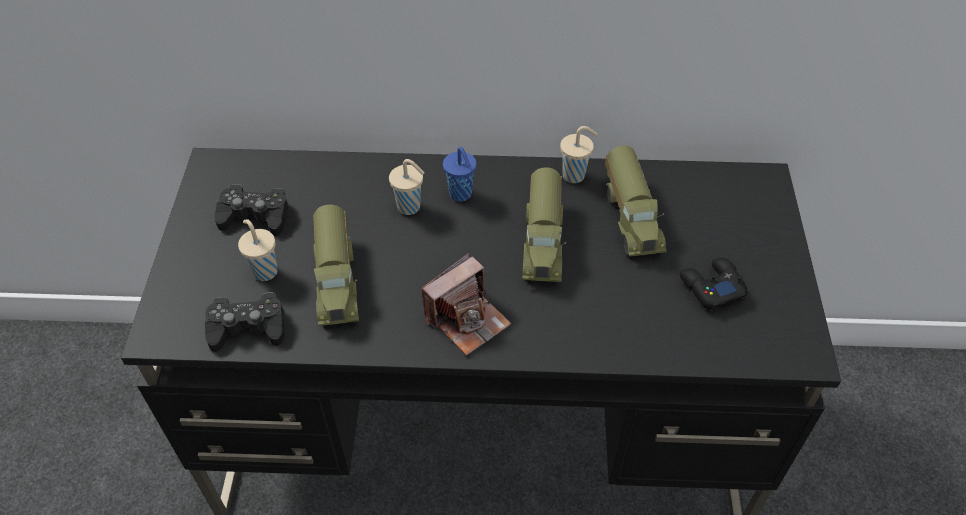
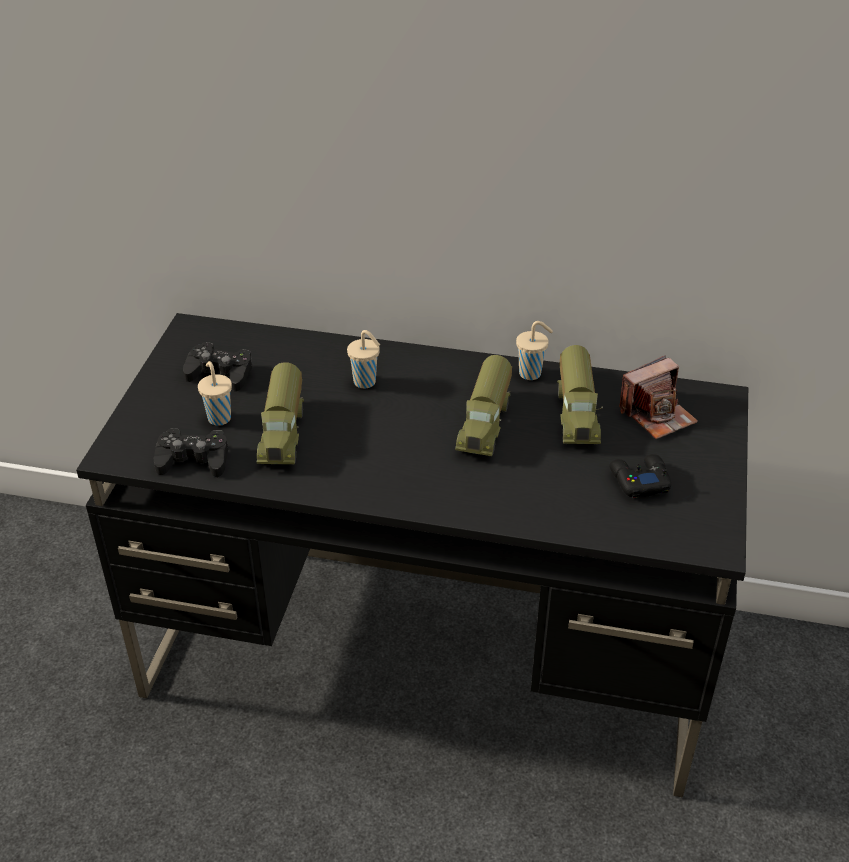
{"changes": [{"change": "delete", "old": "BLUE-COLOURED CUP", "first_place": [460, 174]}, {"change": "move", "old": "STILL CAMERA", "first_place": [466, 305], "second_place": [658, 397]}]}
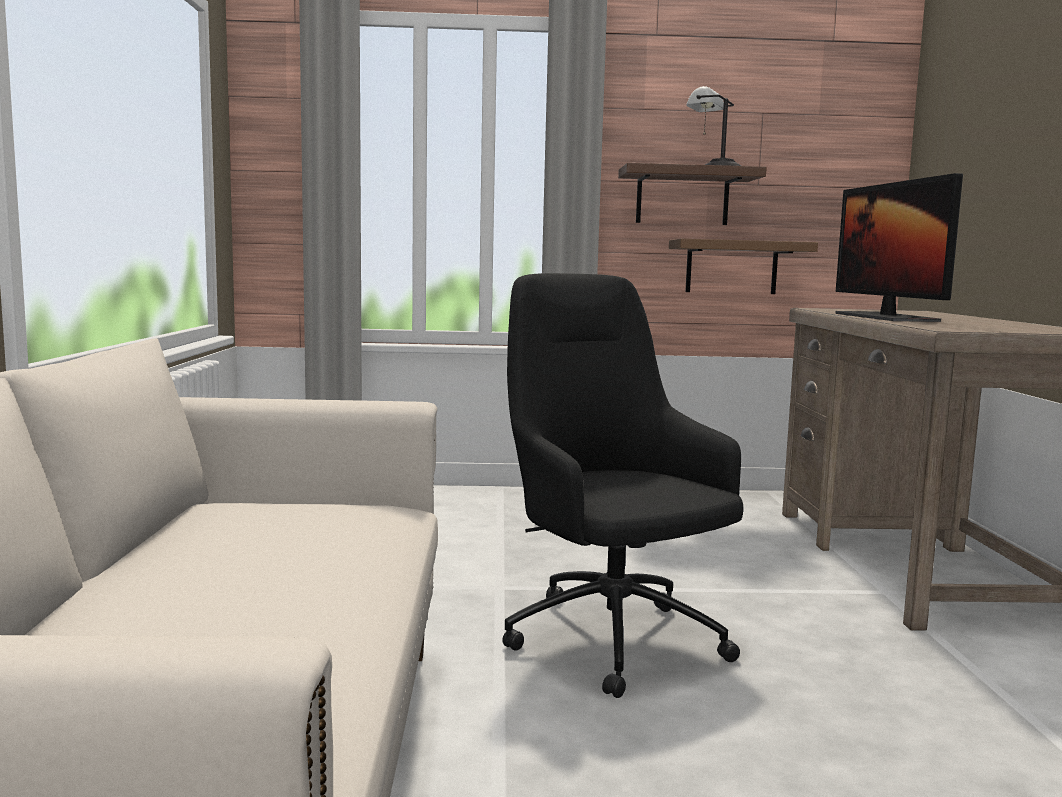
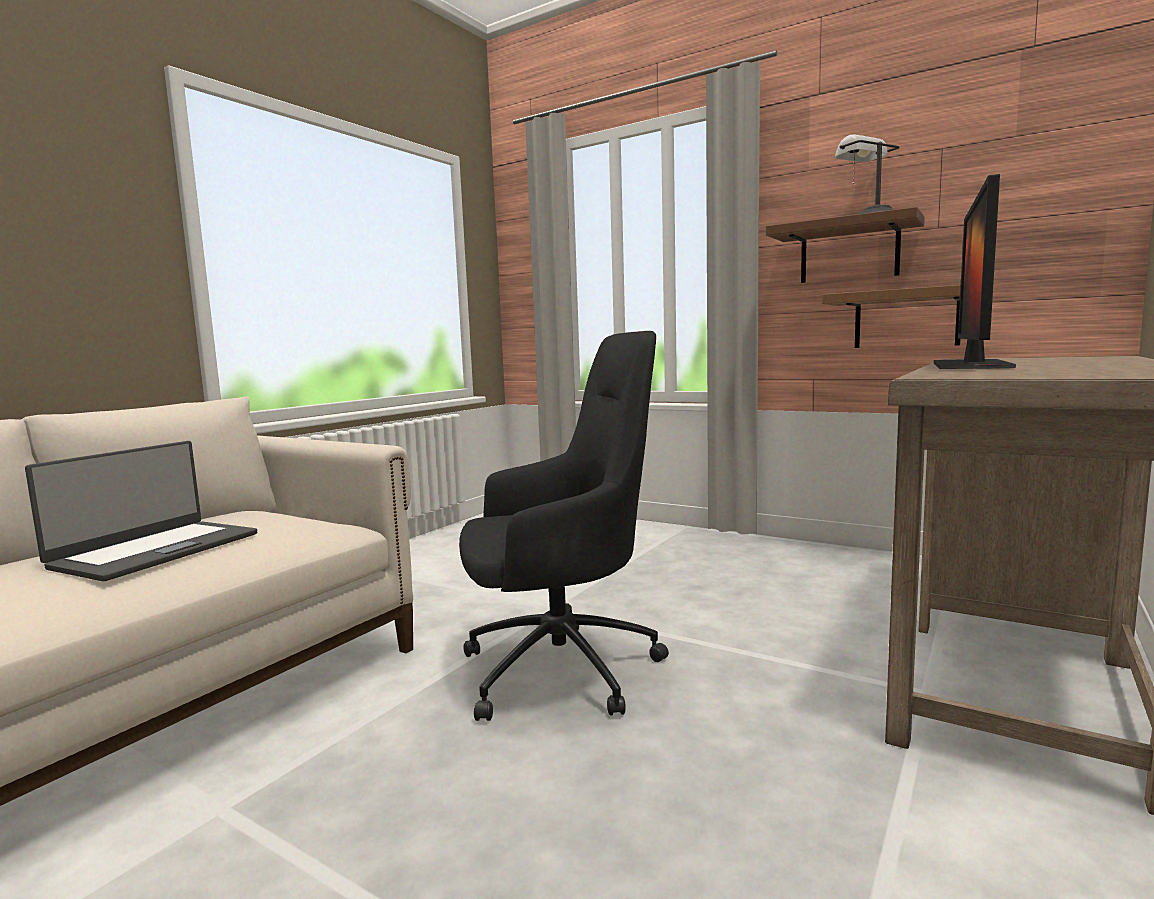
{"changes": [{"change": "insert", "new": "LAPTOP", "second_place": [141, 511]}, {"change": "rotate", "old": "BLACK OFFICE CHAIR", "first_place": [622, 485], "second_place": [564, 526], "degrees": 75}]}
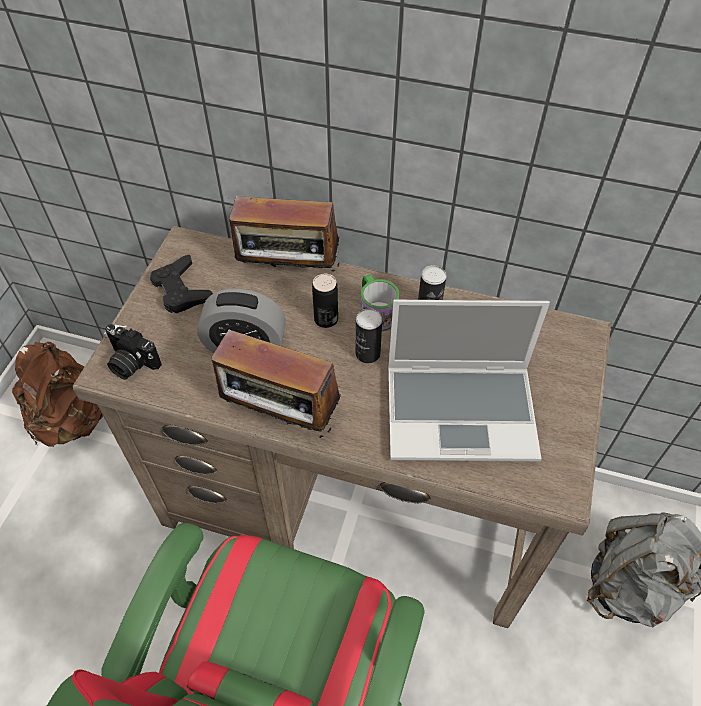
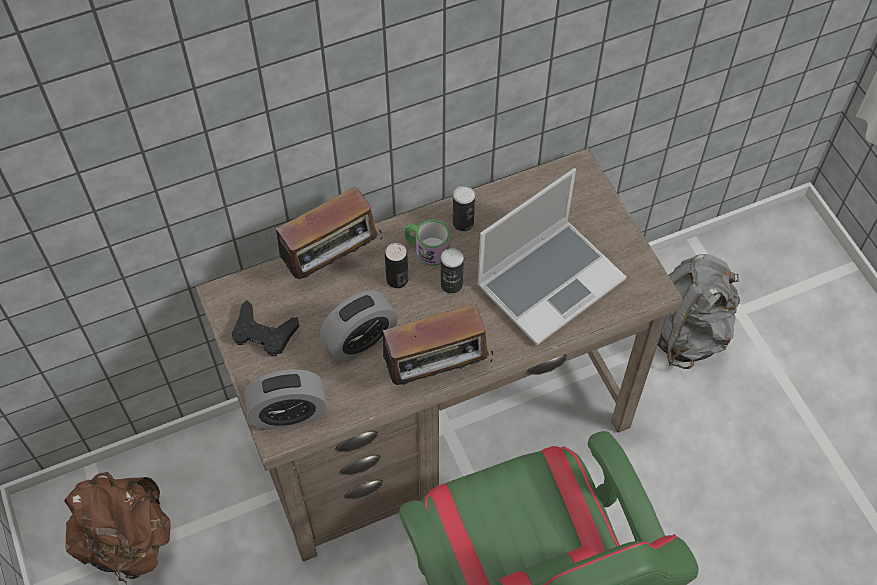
{"changes": [{"change": "replace", "old": "STILL CAMERA", "new": "TABLE CLOCK", "first_place": [133, 352], "second_place": [286, 399]}]}
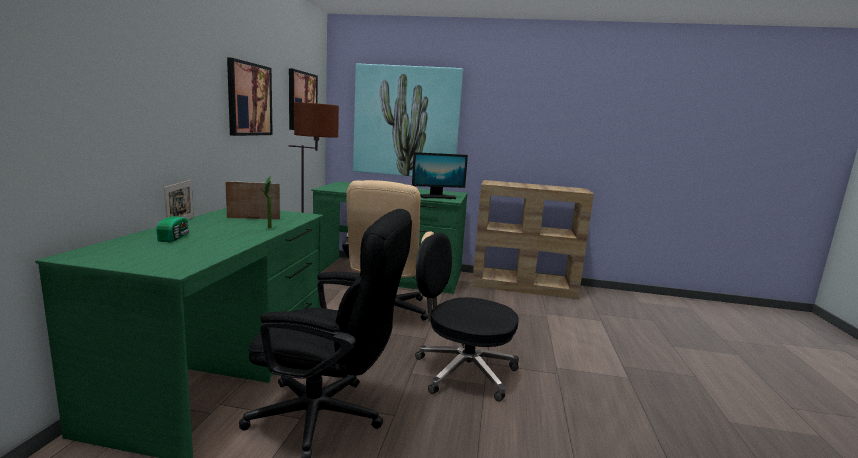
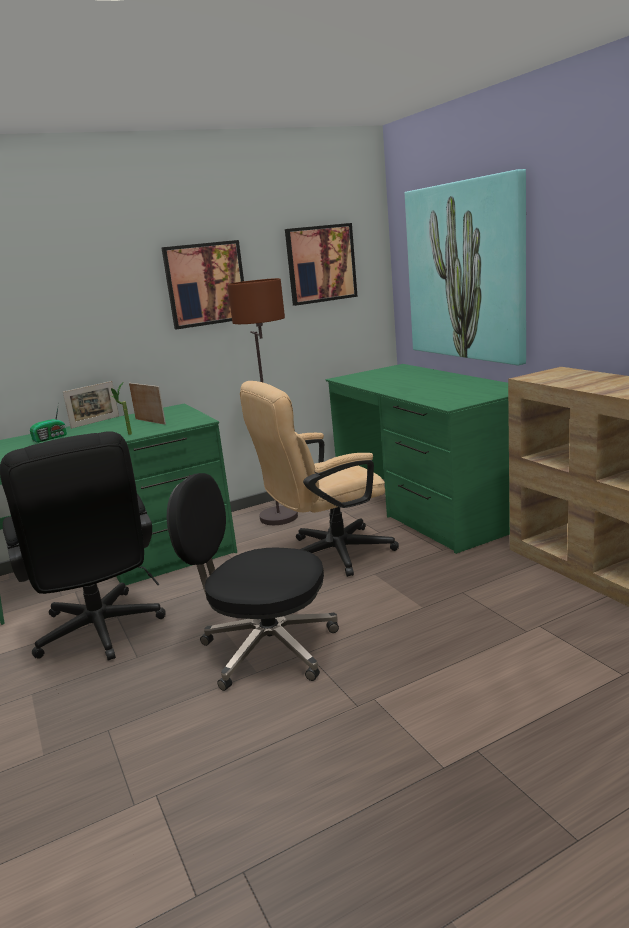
{"changes": [{"change": "delete", "old": "COMPUTER SCREEN", "first_place": [440, 175]}, {"change": "rotate", "old": "BLACK OFFICE CHAIR", "first_place": [467, 317], "second_place": [253, 582], "degrees": -60}]}
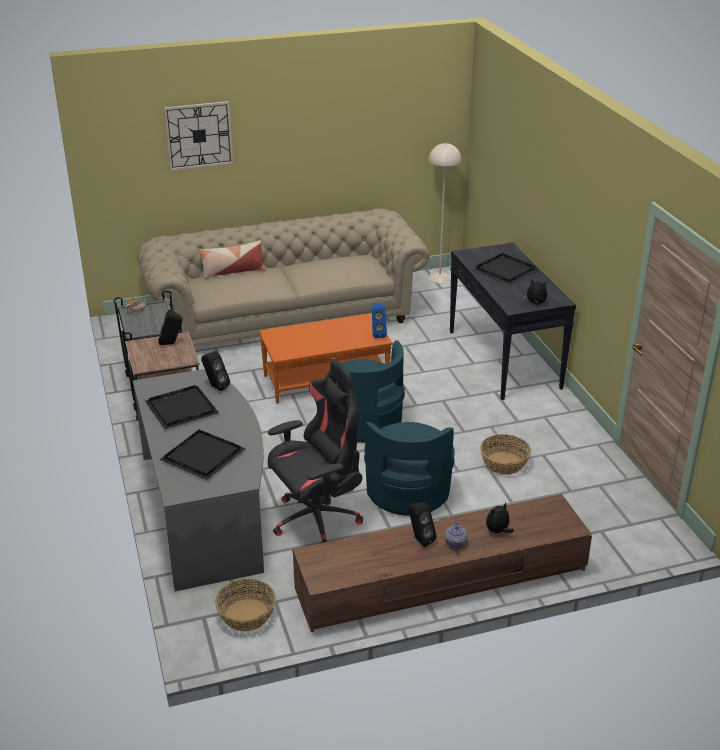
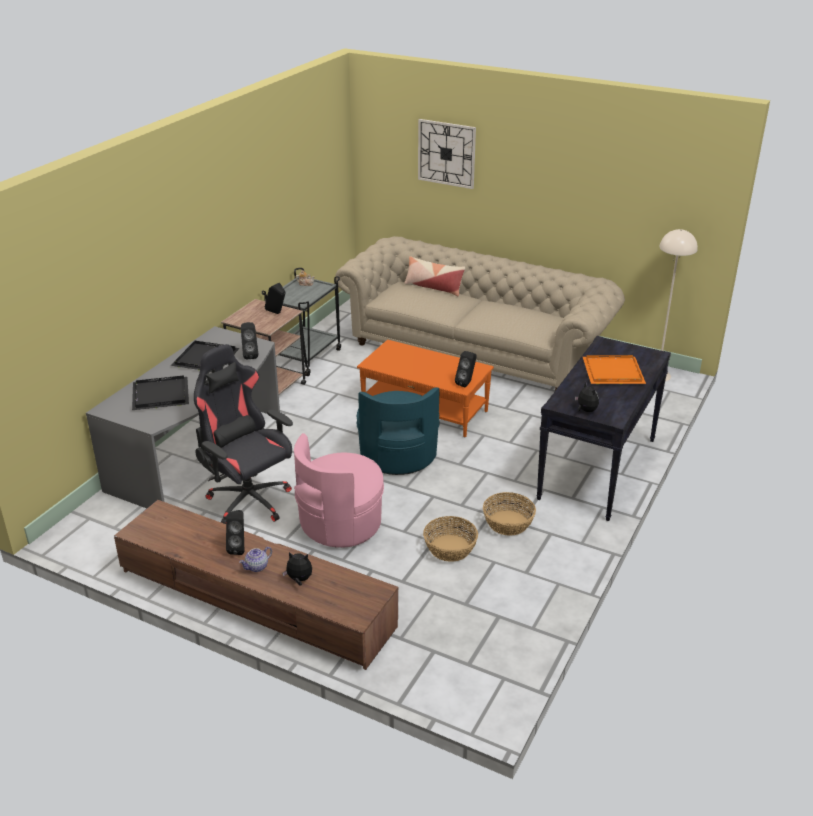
{"changes": [{"change": "move", "old": "STORAGE BASKET", "first_place": [245, 605], "second_place": [509, 514]}, {"change": "recolor", "old": "TURQUOISE EASY CHAIR", "new": "PINKISH EASY CHAIR", "first_place": [409, 469], "second_place": [339, 490]}, {"change": "recolor", "old": "BLUE-COLOURED SPEAKER", "new": "BLACK SPEAKER", "first_place": [379, 320], "second_place": [466, 369]}, {"change": "recolor", "old": "BLACK CARRYING TRAY", "new": "ORANGE CARRYING TRAY", "first_place": [505, 268], "second_place": [614, 369]}, {"change": "rotate", "old": "BLACK OFFICE CHAIR", "first_place": [315, 451], "second_place": [243, 434], "degrees": -150}]}
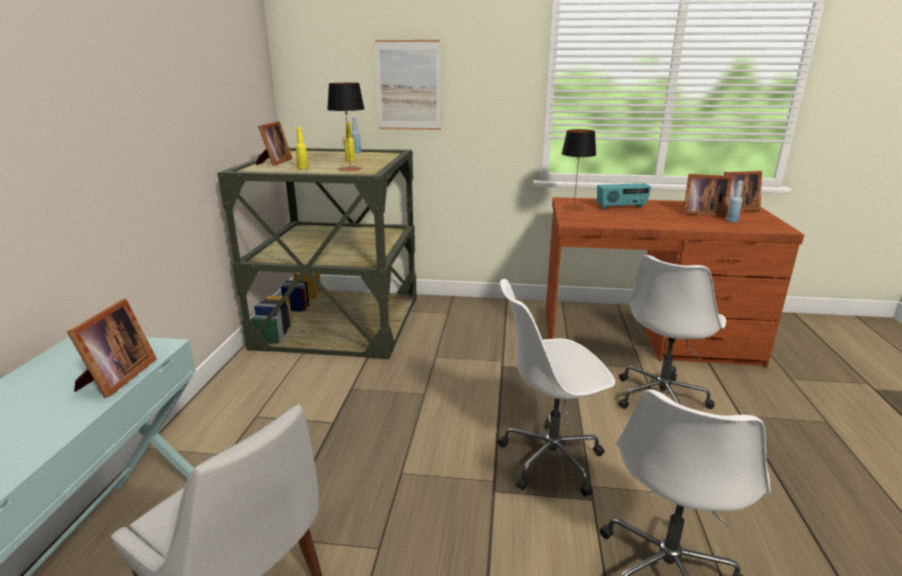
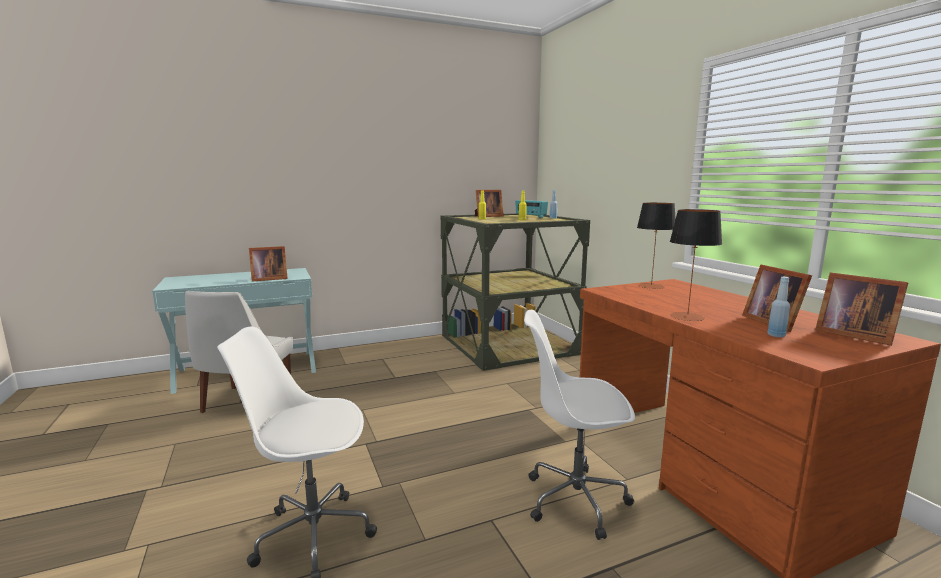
{"changes": [{"change": "delete", "old": "WALL PICTURE", "first_place": [408, 85]}, {"change": "delete", "old": "WHITE OFFICE CHAIR", "first_place": [556, 388]}, {"change": "move", "old": "LAMP FOR A TABLE", "first_place": [345, 127], "second_place": [696, 265]}, {"change": "move", "old": "RADIO RECEIVER", "first_place": [624, 196], "second_place": [531, 209]}]}
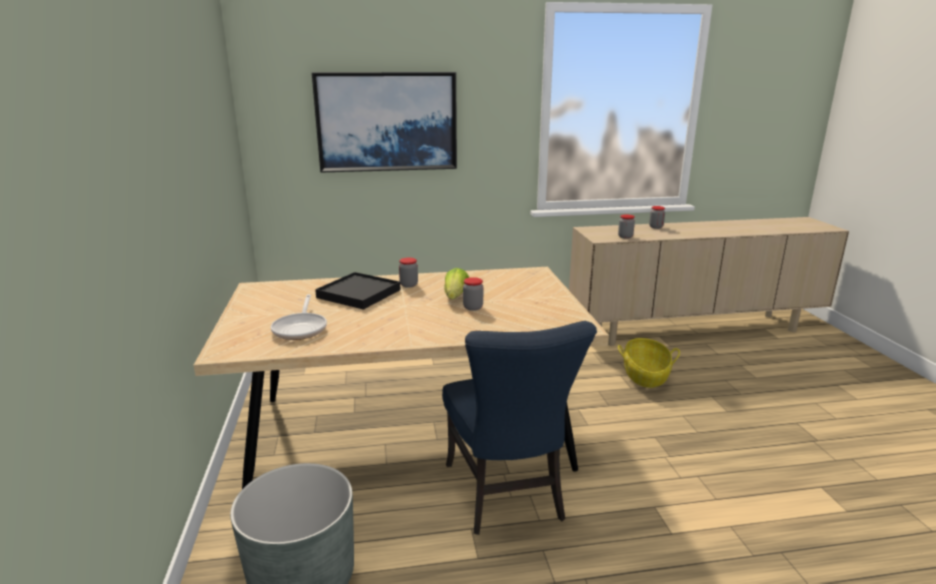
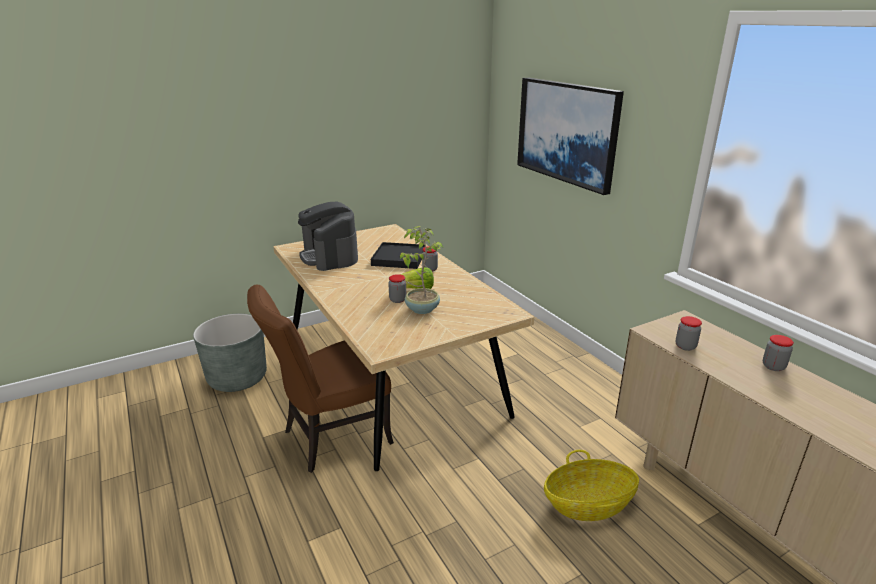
{"changes": [{"change": "insert", "new": "HOUSEPLANT", "second_place": [422, 270]}, {"change": "replace", "old": "FRYING PAN", "new": "COFFEE BREWER", "first_place": [299, 317], "second_place": [328, 236]}, {"change": "recolor", "old": "BLUE-COLOURED CHAIR", "new": "BROWNISH CHAIR", "first_place": [519, 428], "second_place": [320, 379]}]}
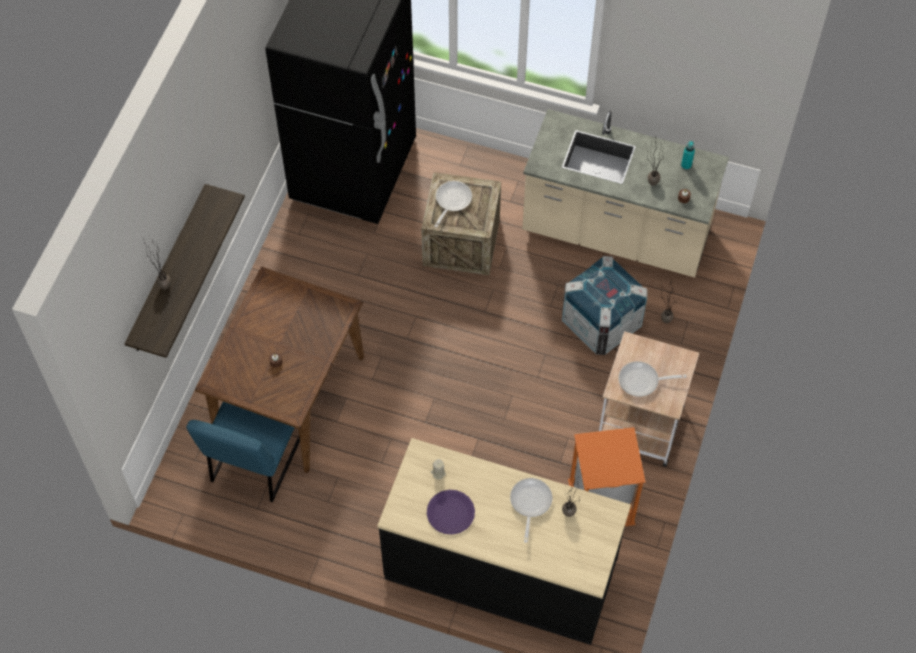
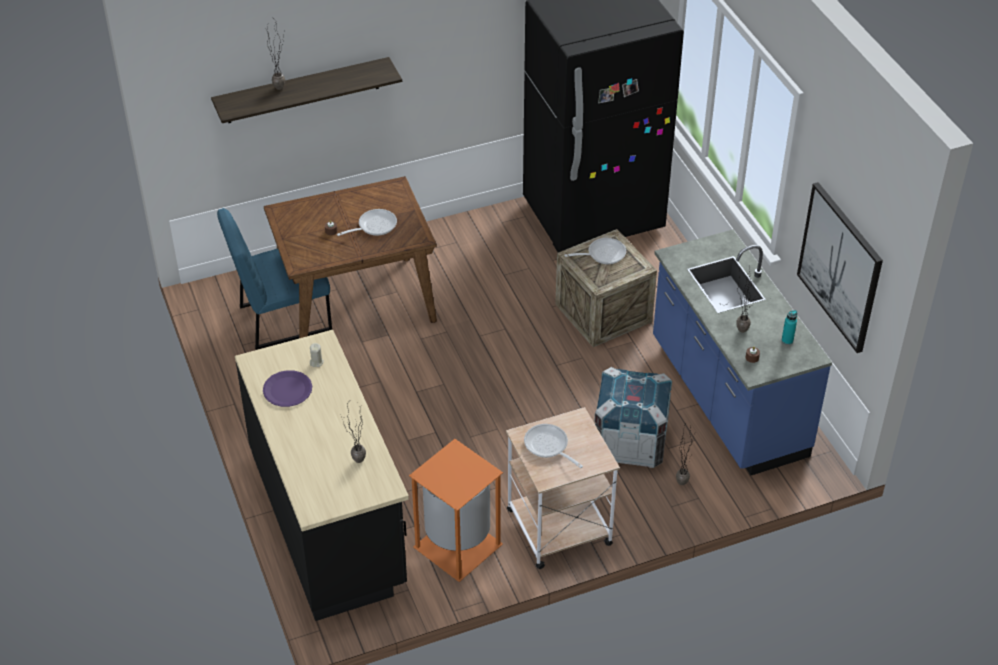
{"changes": [{"change": "insert", "new": "WALL PICTURE", "second_place": [840, 267]}, {"change": "move", "old": "FRYING PAN", "first_place": [531, 510], "second_place": [367, 222]}, {"change": "recolor", "old": "SAND-COLOURED KITCHEN COUNTER", "new": "BLUE-COLOURED KITCHEN COUNTER", "first_place": [625, 193], "second_place": [742, 352]}]}
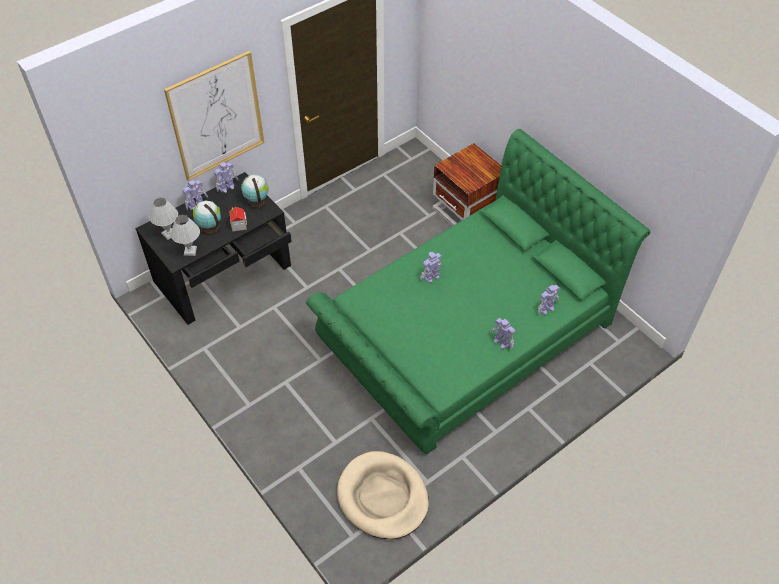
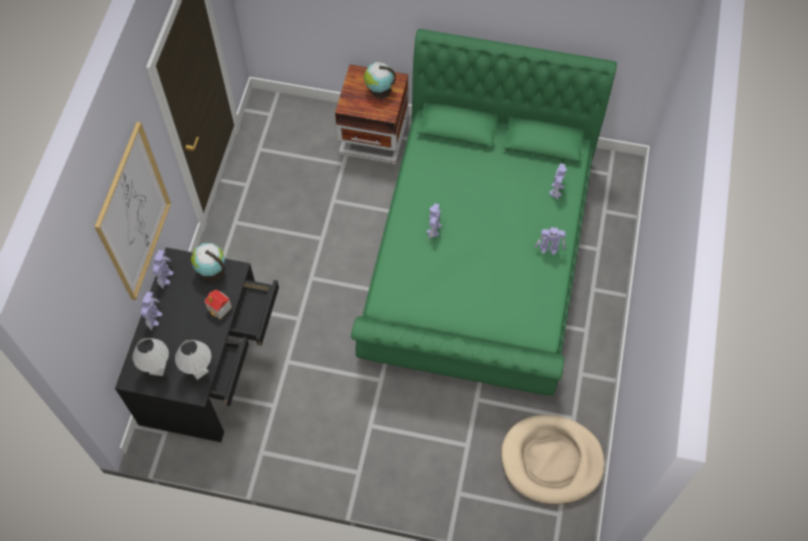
{"changes": [{"change": "move", "old": "DESK GLOBE", "first_place": [207, 218], "second_place": [380, 80]}]}
